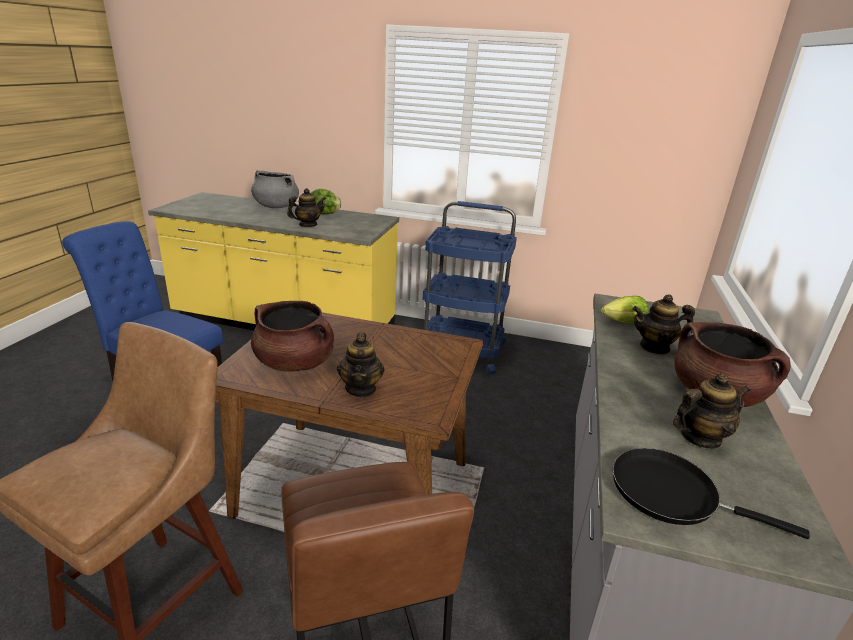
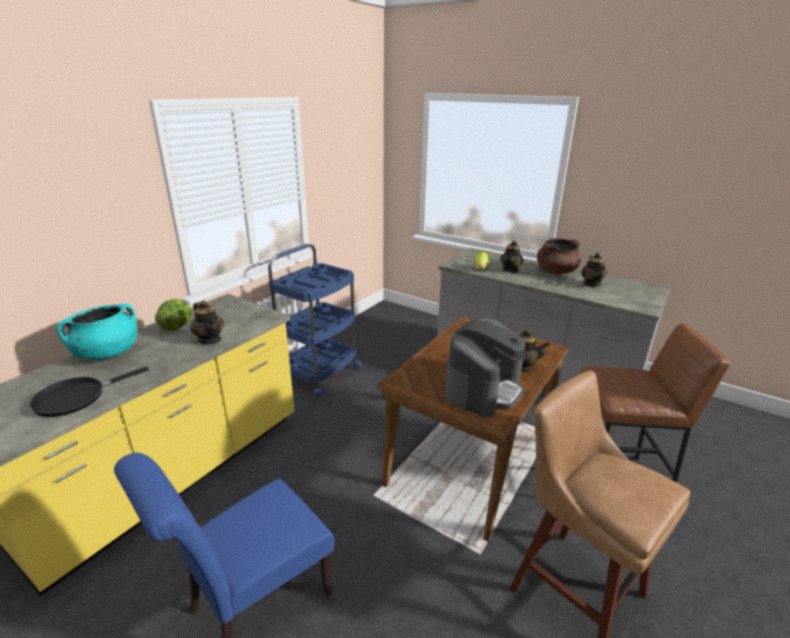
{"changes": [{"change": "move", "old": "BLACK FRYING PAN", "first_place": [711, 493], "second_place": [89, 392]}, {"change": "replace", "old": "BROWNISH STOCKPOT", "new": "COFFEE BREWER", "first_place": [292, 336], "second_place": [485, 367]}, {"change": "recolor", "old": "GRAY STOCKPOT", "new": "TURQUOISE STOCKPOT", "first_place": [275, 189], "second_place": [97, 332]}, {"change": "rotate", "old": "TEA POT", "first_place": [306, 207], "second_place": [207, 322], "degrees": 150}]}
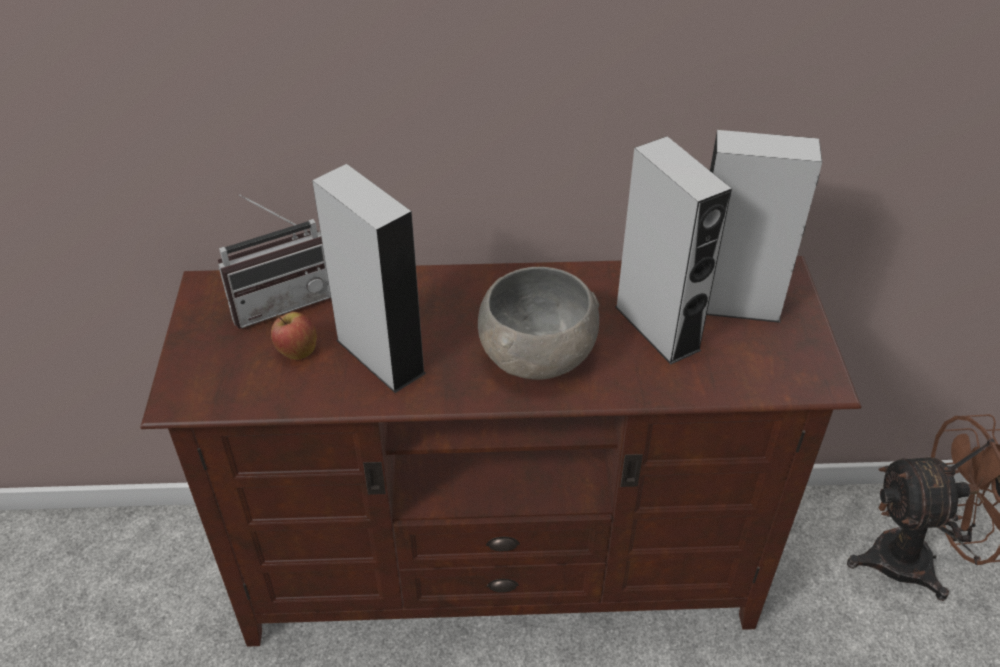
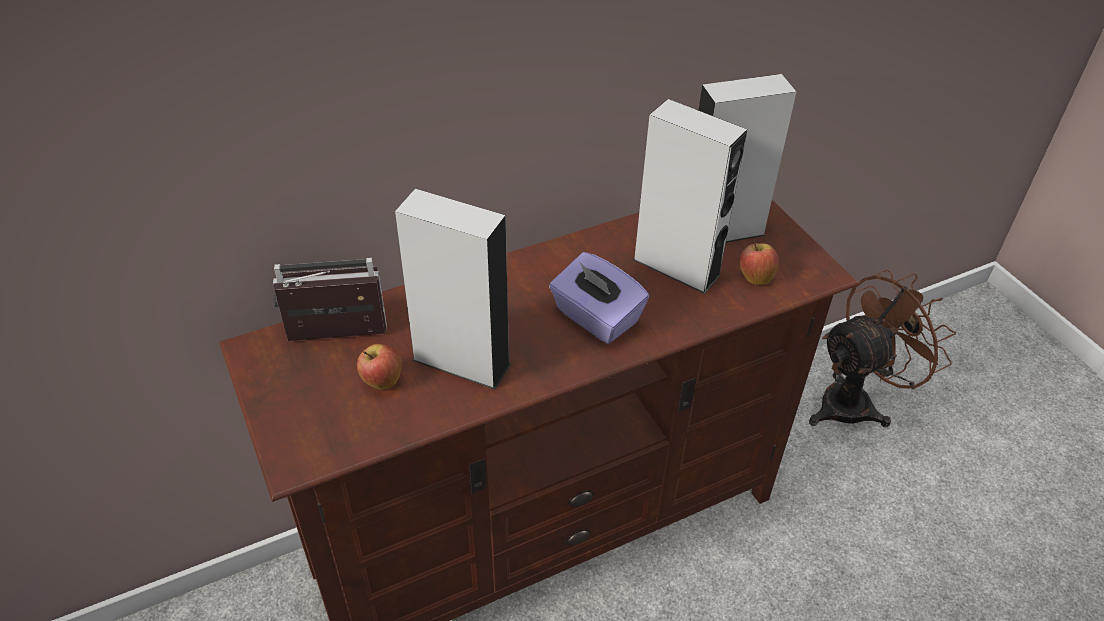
{"changes": [{"change": "insert", "new": "APPLE", "second_place": [759, 262]}, {"change": "replace", "old": "GRAY BOWL", "new": "PURPLISH TISSUE BOX", "first_place": [538, 323], "second_place": [599, 298]}, {"change": "rotate", "old": "RADIO RECEIVER", "first_place": [274, 261], "second_place": [330, 299], "degrees": -135}]}
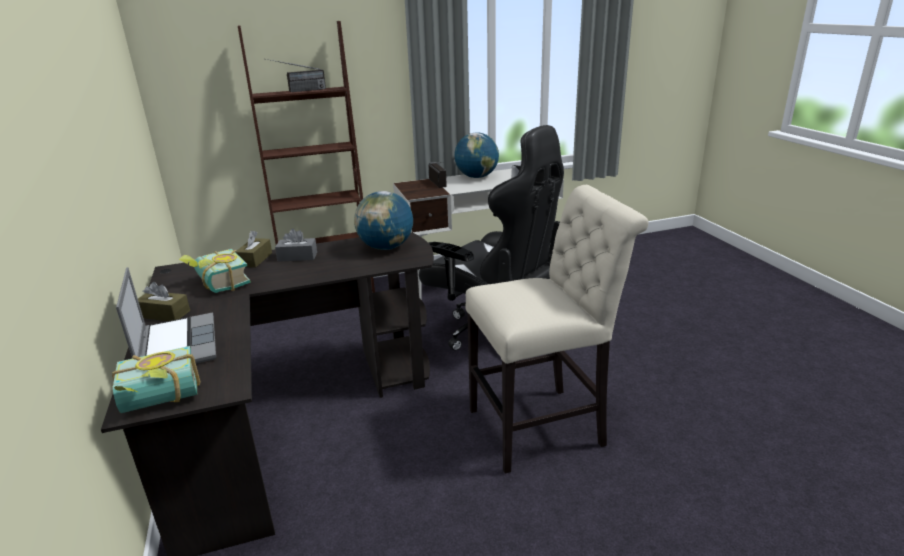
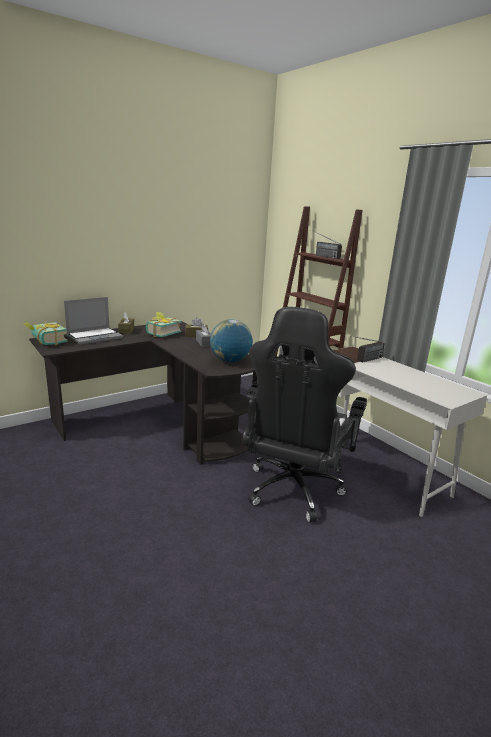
{"changes": [{"change": "delete", "old": "DESK GLOBE", "first_place": [476, 155]}, {"change": "delete", "old": "SAND-COLOURED SITTING STOOL", "first_place": [557, 329]}]}
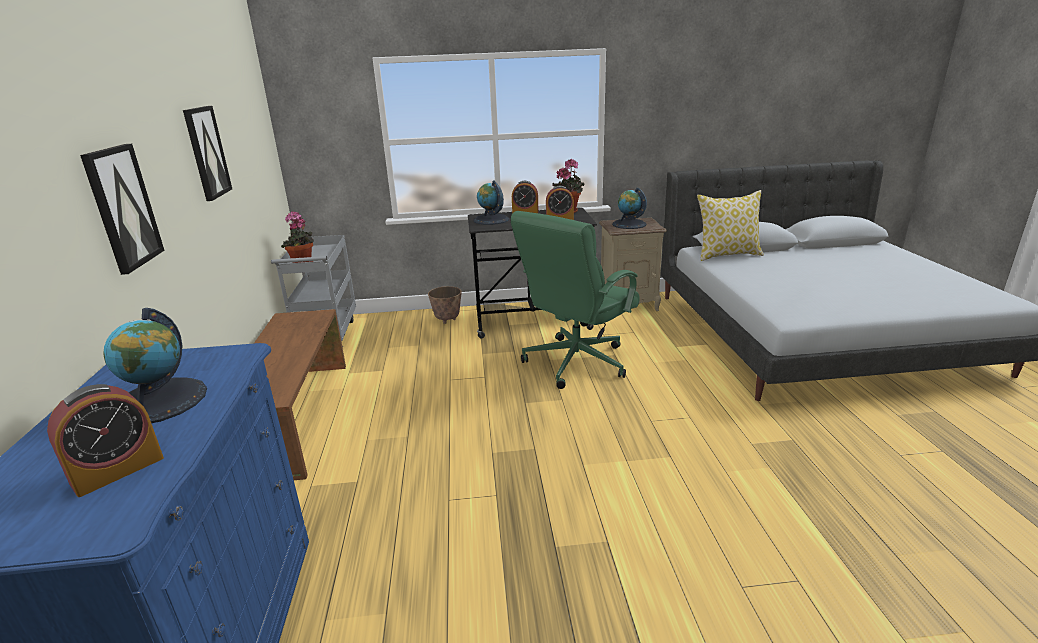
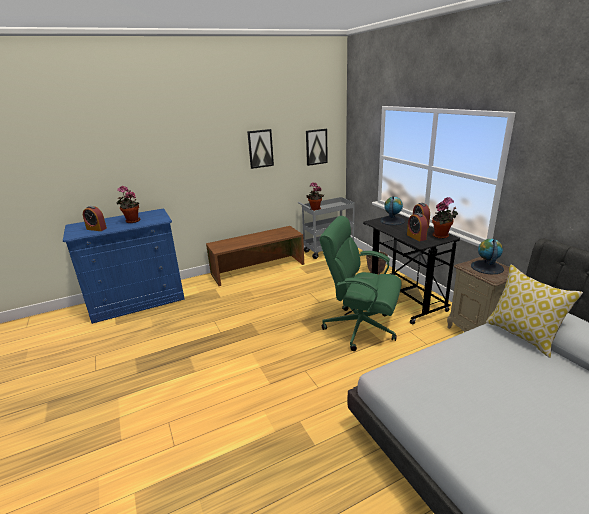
{"changes": [{"change": "move", "old": "WALL PICTURE", "first_place": [122, 209], "second_place": [317, 147]}, {"change": "replace", "old": "DESK GLOBE", "new": "HOUSEPLANT", "first_place": [155, 365], "second_place": [128, 204]}]}
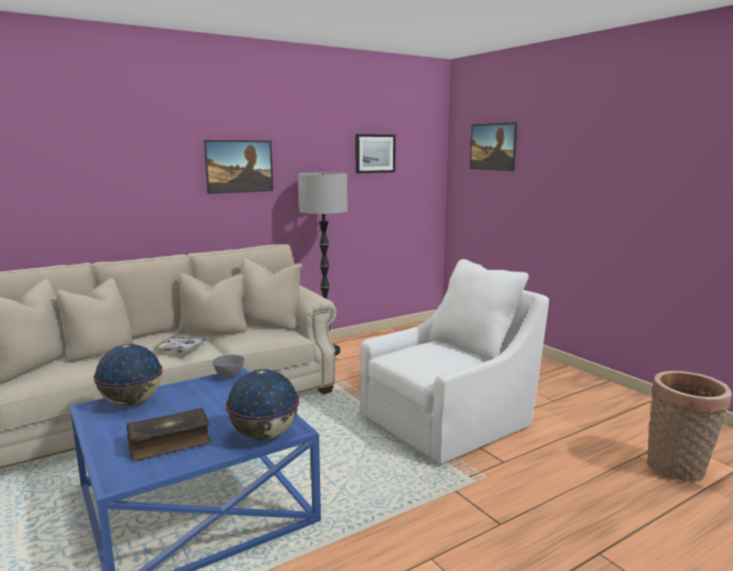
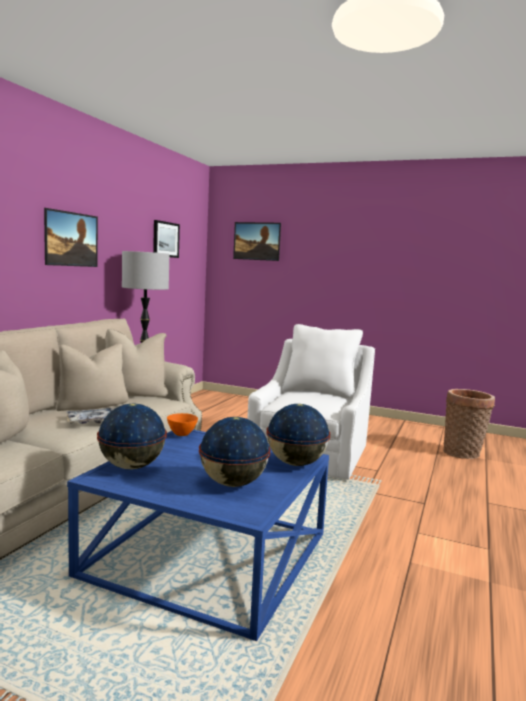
{"changes": [{"change": "replace", "old": "BOUND BOOK", "new": "DESK GLOBE", "first_place": [169, 434], "second_place": [235, 452]}, {"change": "recolor", "old": "GRAY BOWL", "new": "ORANGE BOWL", "first_place": [228, 367], "second_place": [182, 424]}]}
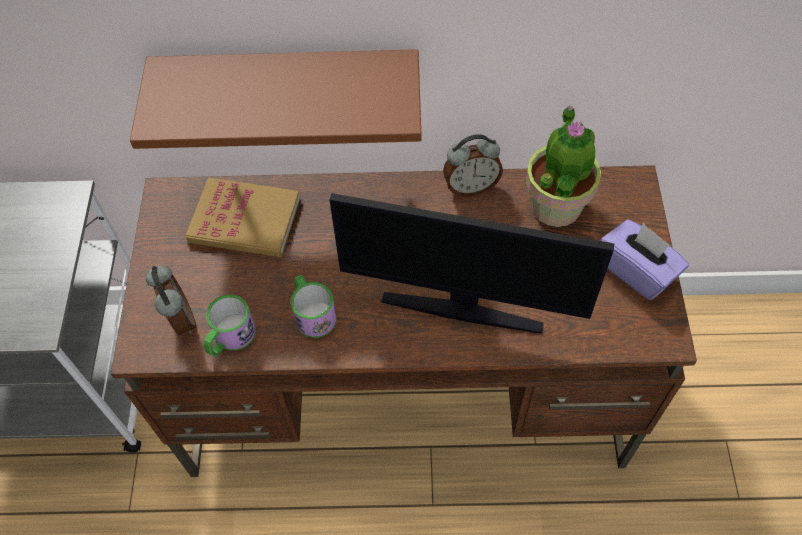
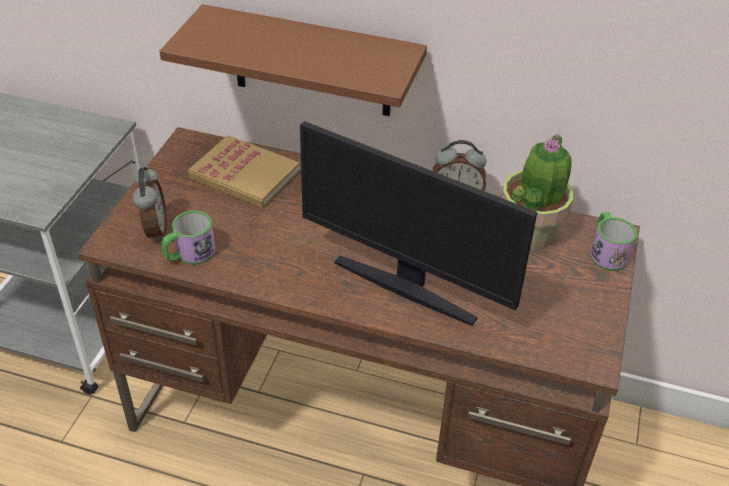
{"changes": [{"change": "delete", "old": "PURPLISH TISSUE BOX", "first_place": [644, 259]}, {"change": "move", "old": "COFFEE MUG", "first_place": [314, 306], "second_place": [613, 241]}]}
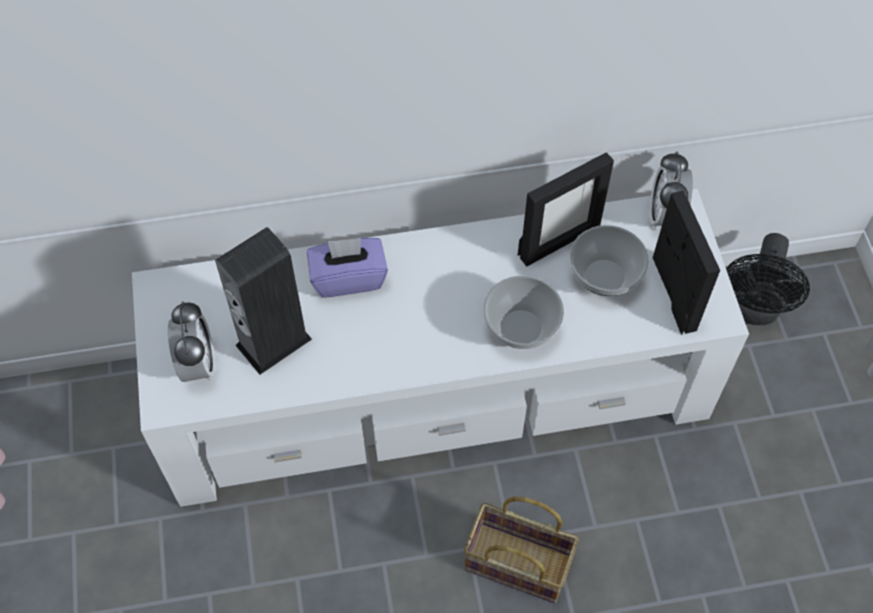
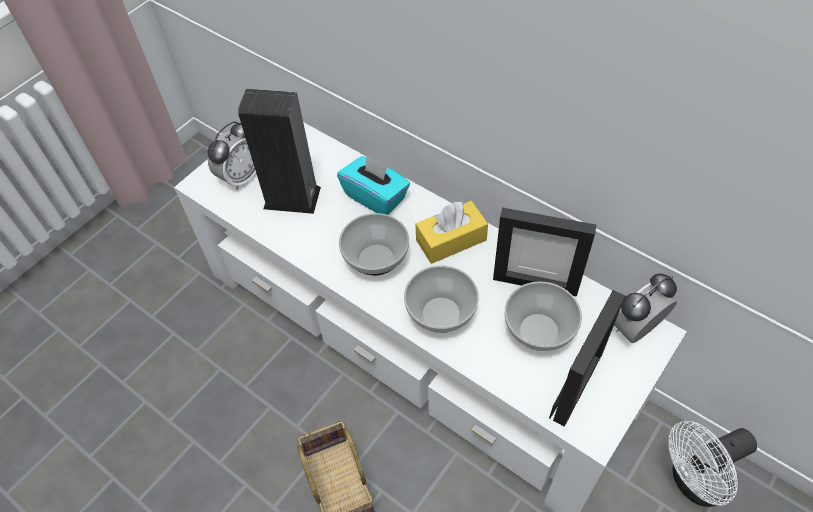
{"changes": [{"change": "insert", "new": "BOWL", "second_place": [374, 244]}, {"change": "insert", "new": "YELLOW-COLOURED TISSUE BOX", "second_place": [451, 232]}, {"change": "recolor", "old": "PURPLISH TISSUE BOX", "new": "TURQUOISE TISSUE BOX", "first_place": [347, 268], "second_place": [373, 184]}, {"change": "recolor", "old": "BLACK COOLING FAN", "new": "WHITE COOLING FAN", "first_place": [768, 279], "second_place": [712, 464]}]}
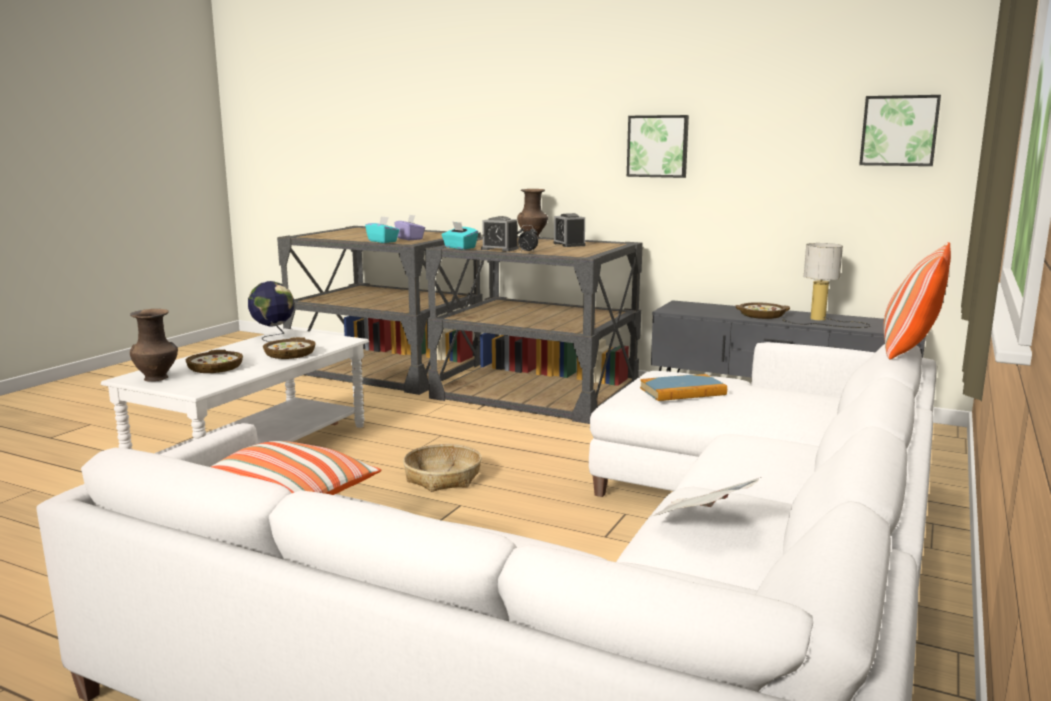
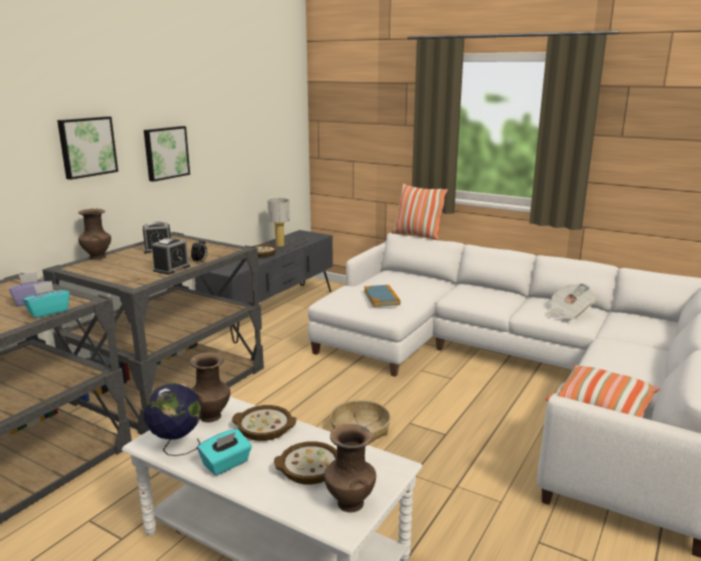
{"changes": [{"change": "insert", "new": "BROWNISH DECORATIVE VASE", "second_place": [210, 387]}, {"change": "move", "old": "TURQUOISE TISSUE BOX", "first_place": [460, 235], "second_place": [224, 452]}, {"change": "move", "old": "WALL PICTURE", "first_place": [900, 130], "second_place": [87, 148]}]}
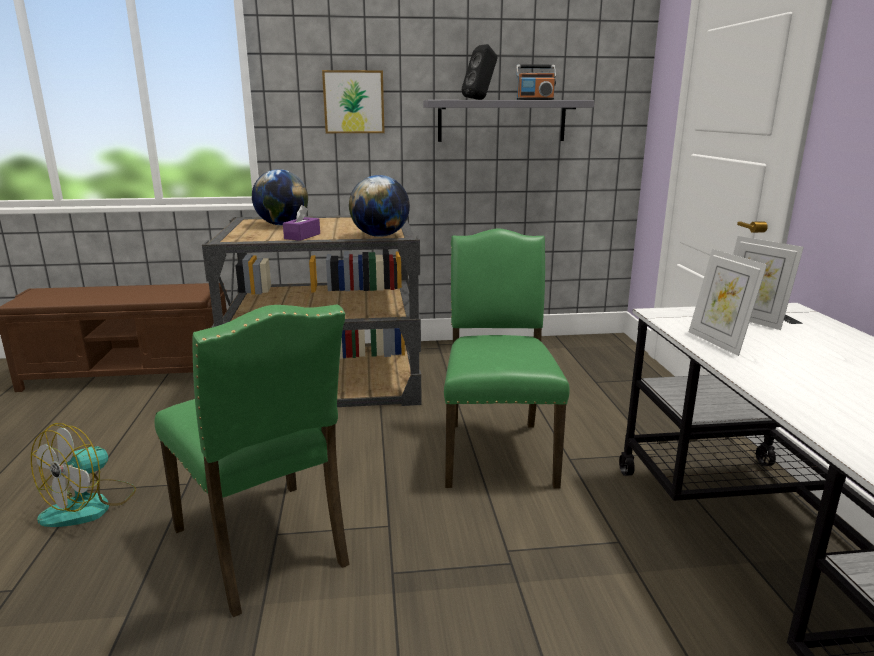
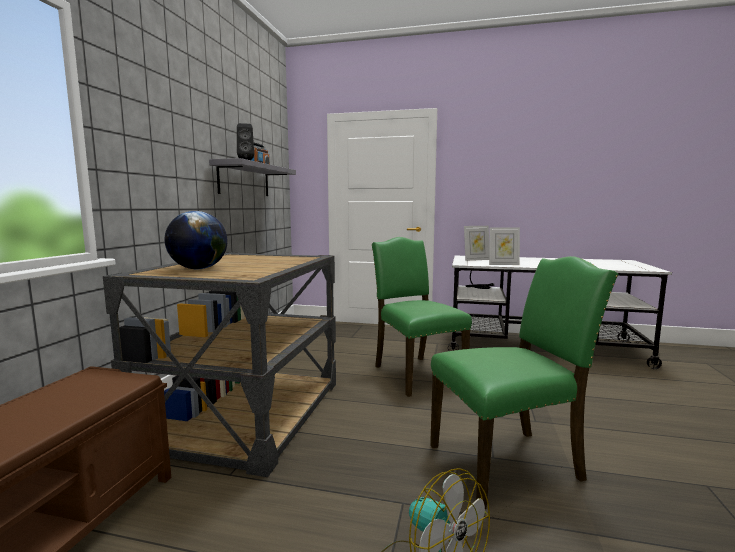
{"changes": [{"change": "delete", "old": "PURPLISH TISSUE BOX", "first_place": [301, 223]}, {"change": "delete", "old": "WALL PICTURE", "first_place": [353, 101]}, {"change": "delete", "old": "DESK GLOBE", "first_place": [379, 206]}, {"change": "rotate", "old": "GREEN CHAIR", "first_place": [507, 358], "second_place": [422, 317], "degrees": 45}]}
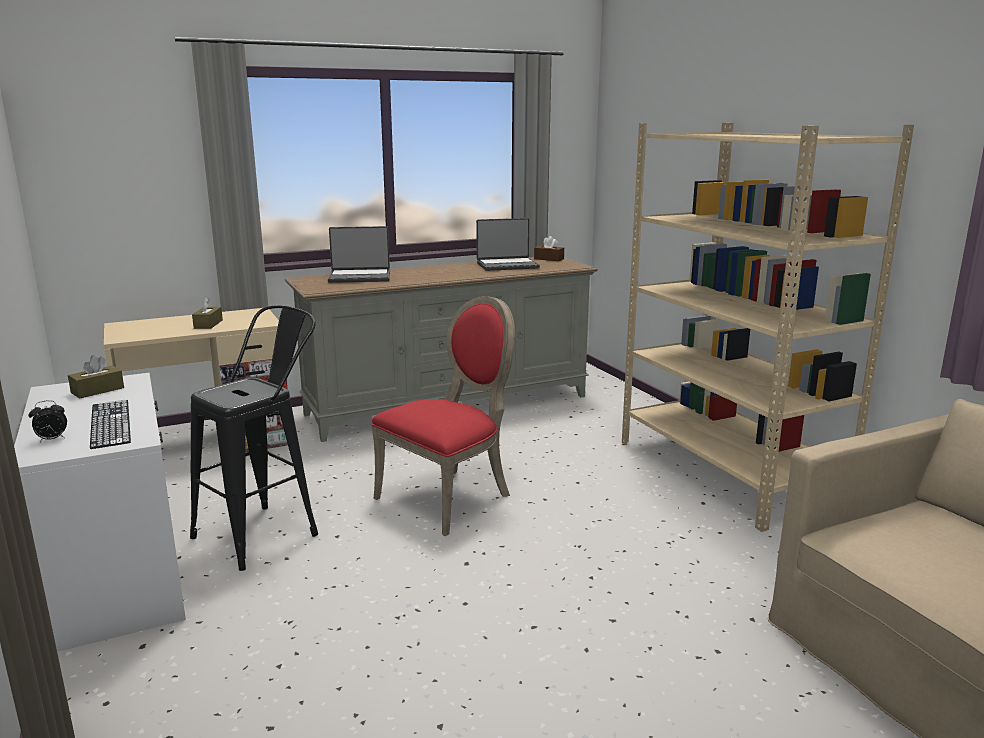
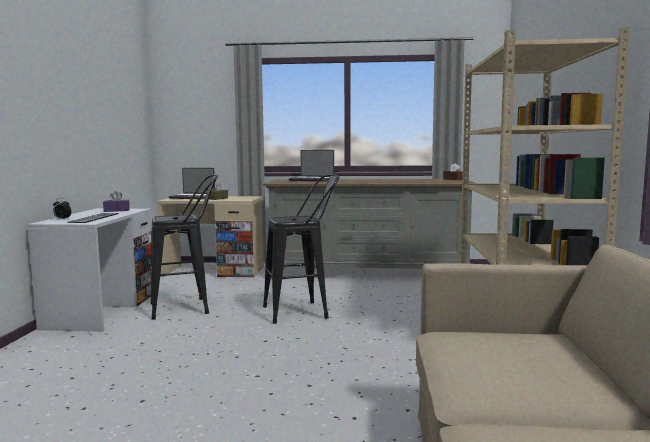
{"changes": [{"change": "move", "old": "LAPTOP", "first_place": [508, 244], "second_place": [192, 183]}, {"change": "replace", "old": "RED-COLOURED CHAIR", "new": "BLACK SITTING STOOL", "first_place": [443, 416], "second_place": [301, 249]}, {"change": "recolor", "old": "BROWNISH TISSUE BOX", "new": "PURPLISH TISSUE BOX", "first_place": [96, 376], "second_place": [116, 201]}]}
